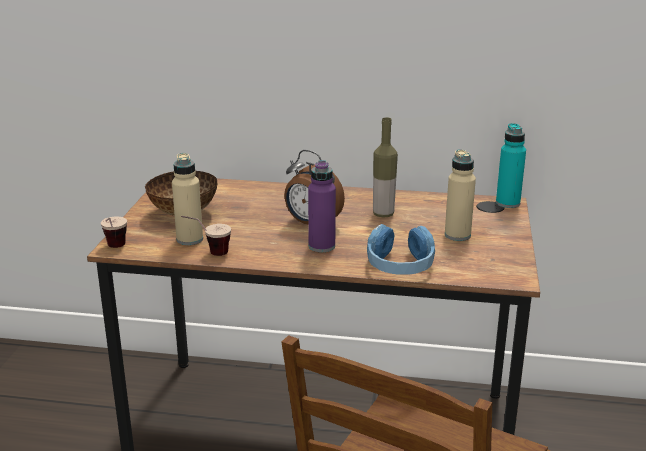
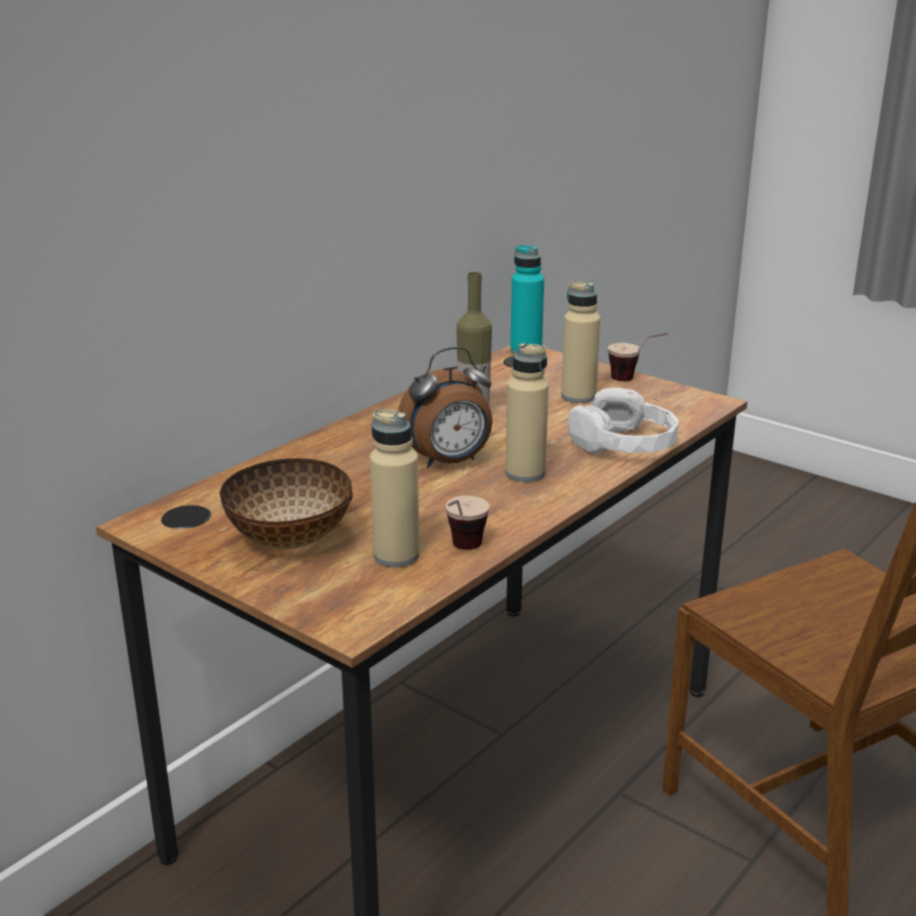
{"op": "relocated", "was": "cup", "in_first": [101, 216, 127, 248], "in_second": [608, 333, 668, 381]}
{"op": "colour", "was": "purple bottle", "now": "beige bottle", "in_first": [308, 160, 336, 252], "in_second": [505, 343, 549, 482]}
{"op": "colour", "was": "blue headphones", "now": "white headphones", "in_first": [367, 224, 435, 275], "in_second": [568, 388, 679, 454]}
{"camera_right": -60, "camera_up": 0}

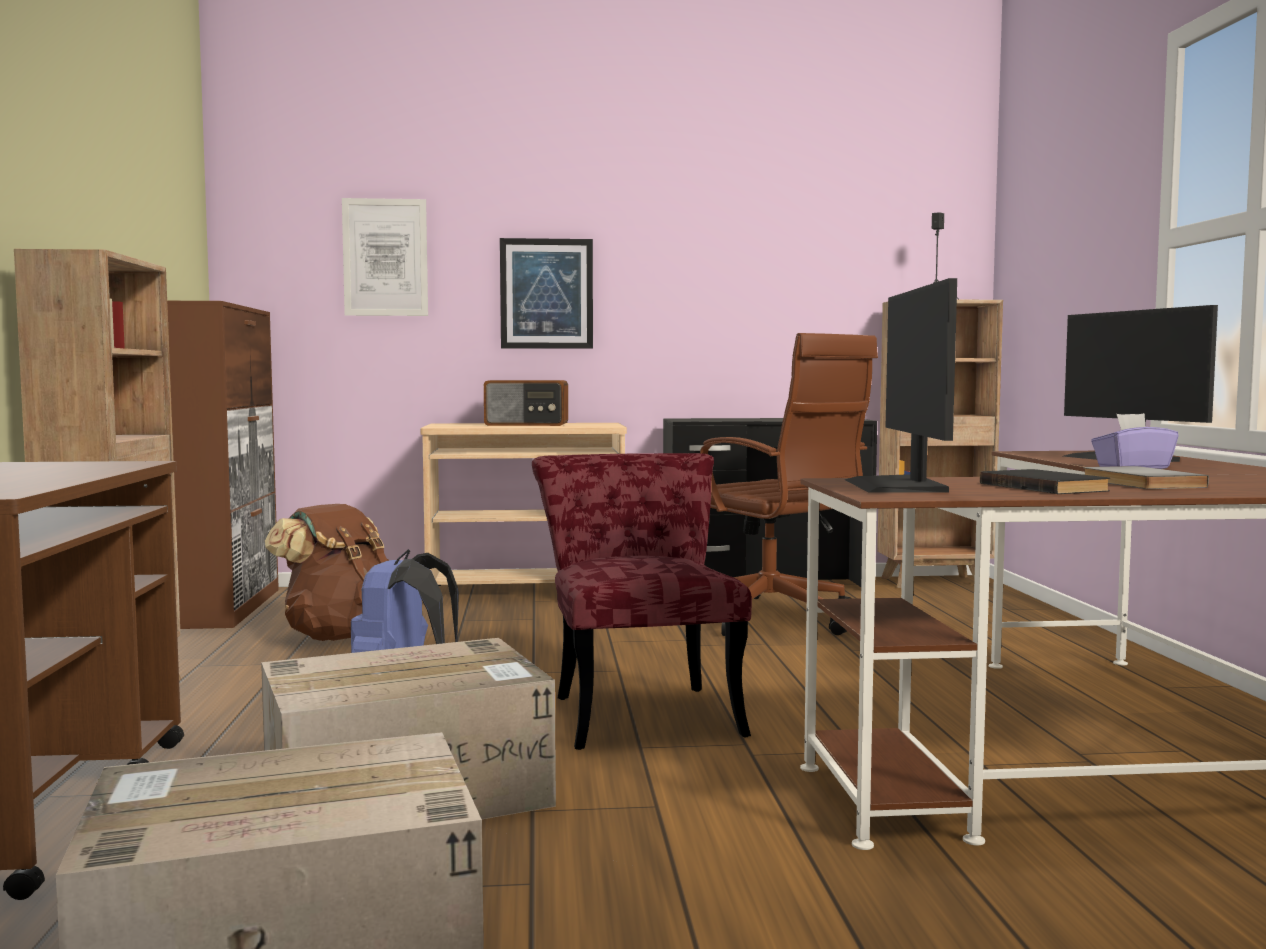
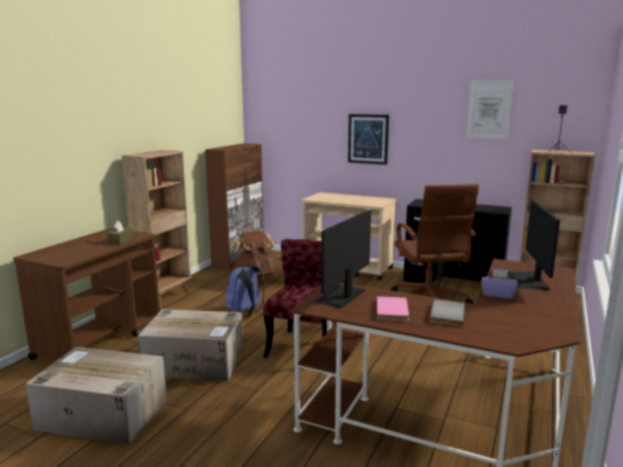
{"op": "relocated", "was": "picture", "in_first": [342, 198, 428, 316], "in_second": [466, 80, 513, 139]}
{"op": "missing", "was": "radio", "in_first": [484, 380, 568, 426]}
{"op": "colour", "was": "black book", "now": "pink book", "in_first": [980, 469, 1110, 494], "in_second": [377, 296, 409, 321]}
{"op": "appeared", "now": "brown tissue box", "in_second": [107, 221, 133, 245]}
{"camera_right": 30, "camera_up": 10}

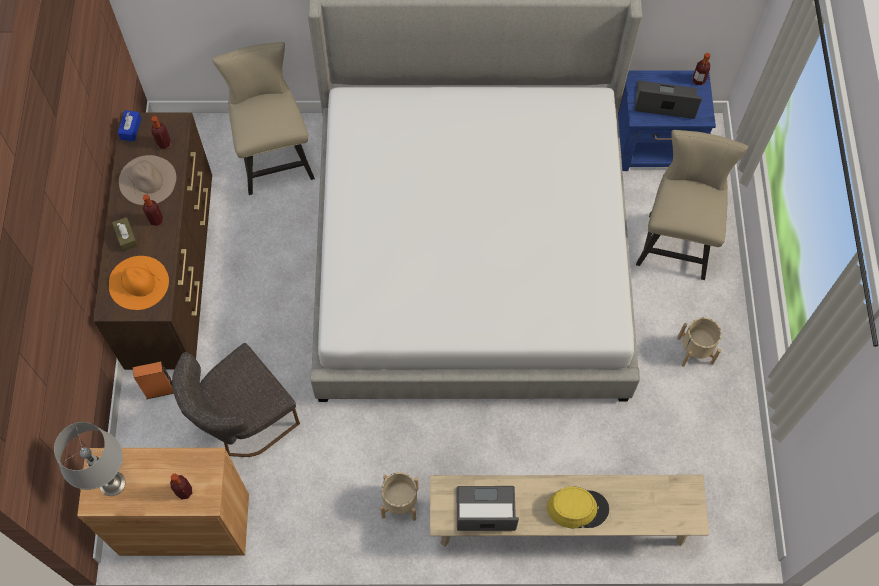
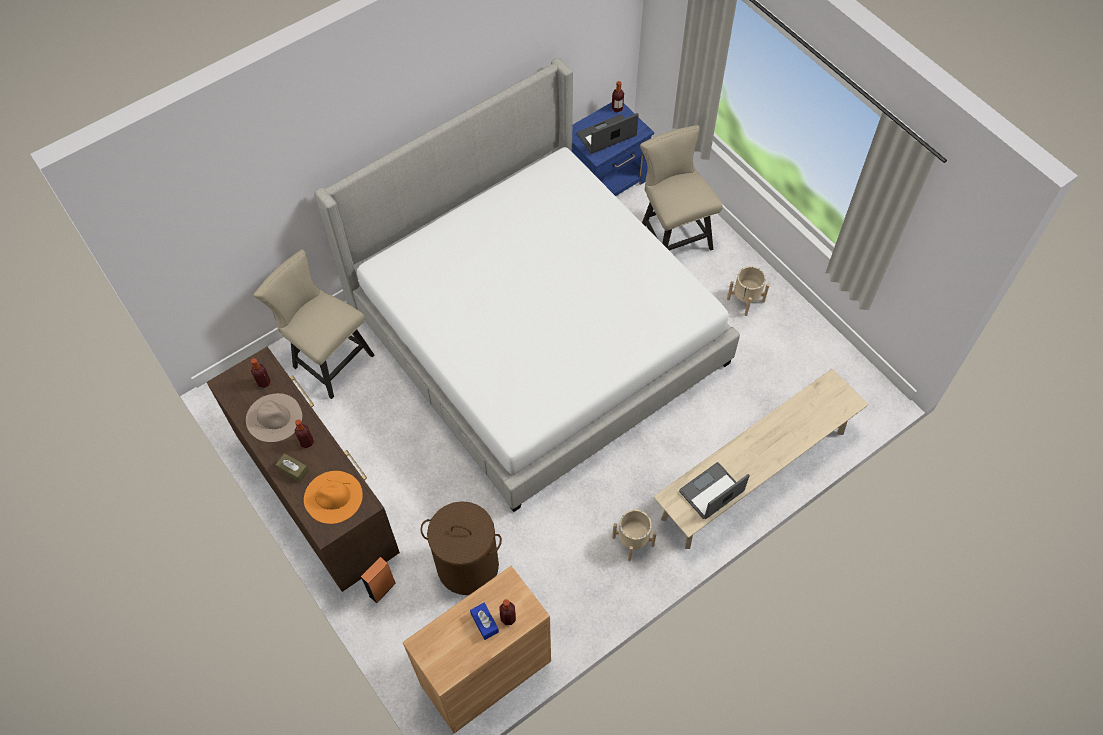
{"op": "missing", "was": "grey table lamp", "in_first": [54, 422, 125, 496]}
{"op": "relocated", "was": "blue tissue box", "in_first": [118, 110, 141, 141], "in_second": [470, 603, 499, 640]}
{"op": "exchanged", "was": "grey chair", "now": "brown laundry basket", "in_first": [172, 343, 300, 457], "in_second": [421, 501, 502, 595]}
{"op": "missing", "was": "yellow hat", "in_first": [547, 486, 609, 529]}
{"camera_right": -35, "camera_up": -5}

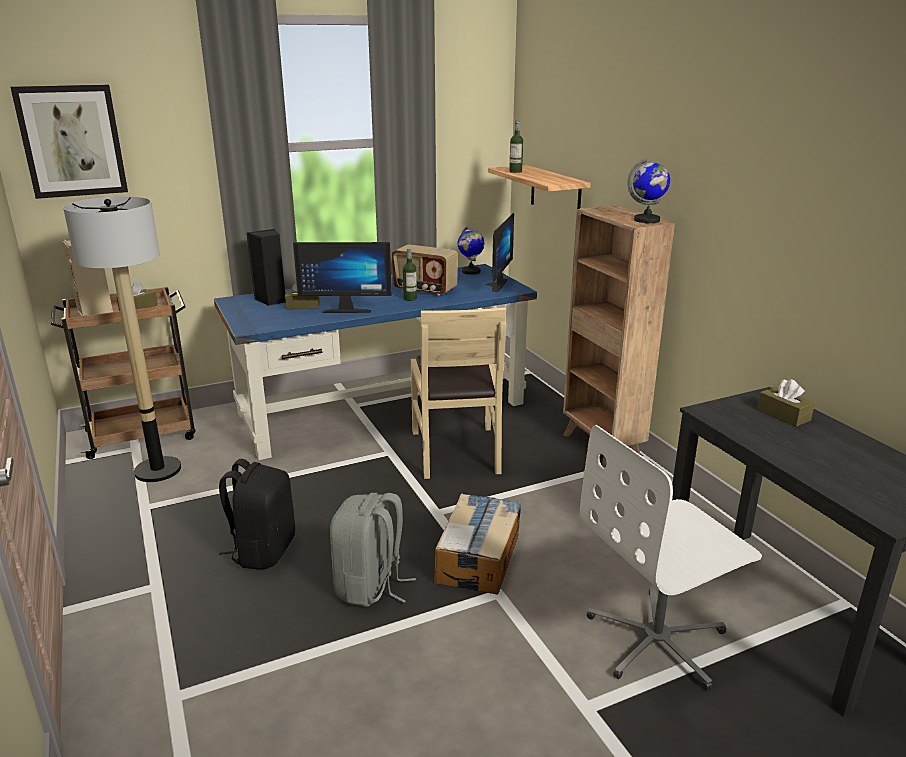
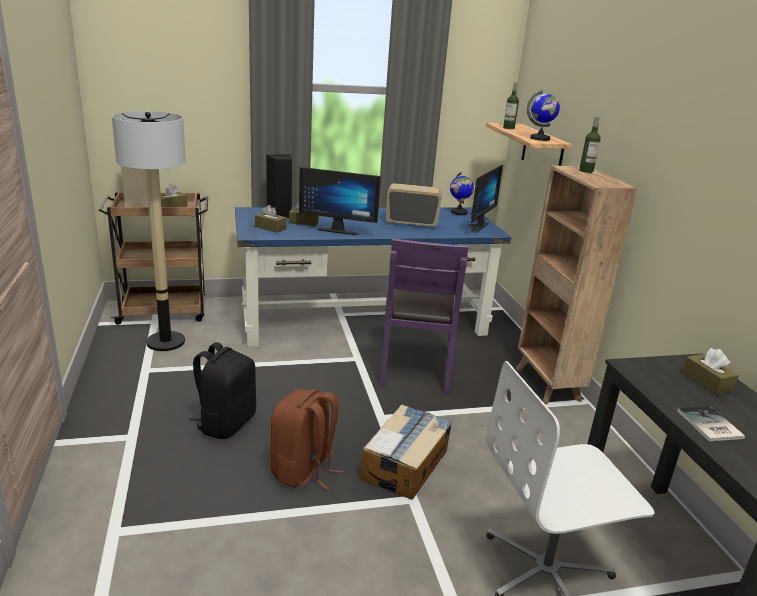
{"op": "missing", "was": "picture", "in_first": [10, 84, 128, 199]}
{"op": "colour", "was": "grey backpack", "now": "brown backpack", "in_first": [330, 493, 416, 607], "in_second": [270, 389, 344, 491]}
{"op": "spun", "was": "radio", "in_first": [392, 244, 458, 296], "in_second": [386, 183, 442, 227], "clockwise": 150}
{"op": "relocated", "was": "bottle", "in_first": [403, 248, 417, 301], "in_second": [579, 116, 601, 173]}
{"op": "colour", "was": "beige chair", "now": "purple chair", "in_first": [411, 307, 506, 479], "in_second": [380, 238, 469, 394]}
{"op": "relocated", "was": "globe", "in_first": [627, 158, 670, 223], "in_second": [527, 89, 560, 141]}
{"op": "appeared", "now": "brown tissue box", "in_second": [255, 205, 287, 233]}
{"op": "appeared", "now": "book", "in_second": [677, 406, 745, 441]}
{"camera_right": 10, "camera_up": 0}

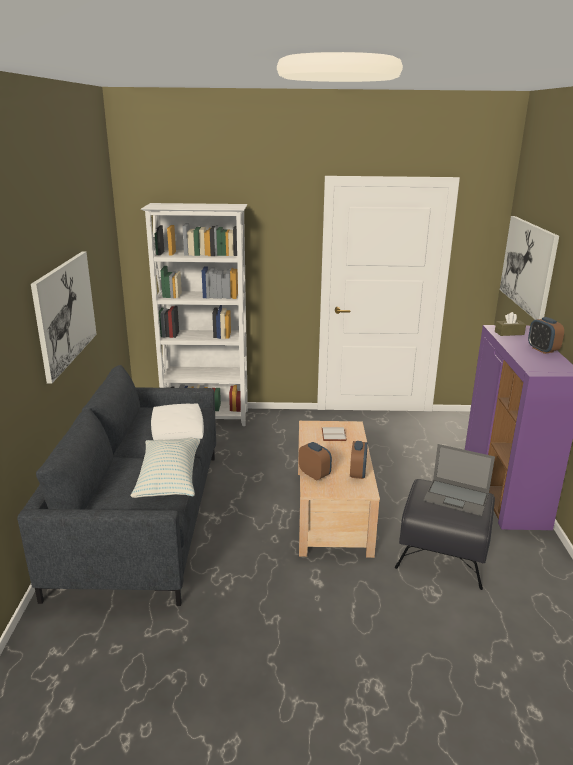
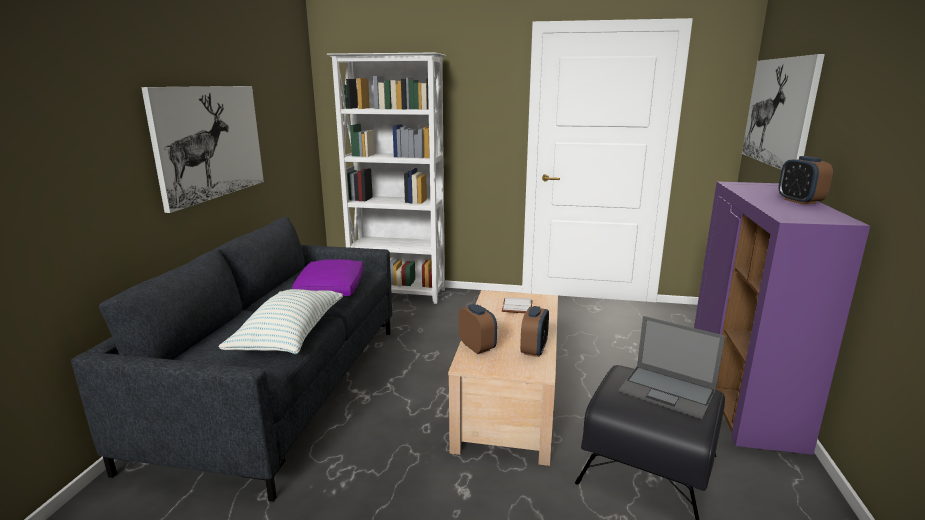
{"op": "colour", "was": "white pillow", "now": "purple pillow", "in_first": [151, 403, 204, 440], "in_second": [292, 259, 363, 296]}
{"op": "missing", "was": "brown tissue box", "in_first": [495, 312, 526, 336]}
{"camera_right": 10, "camera_up": -5}

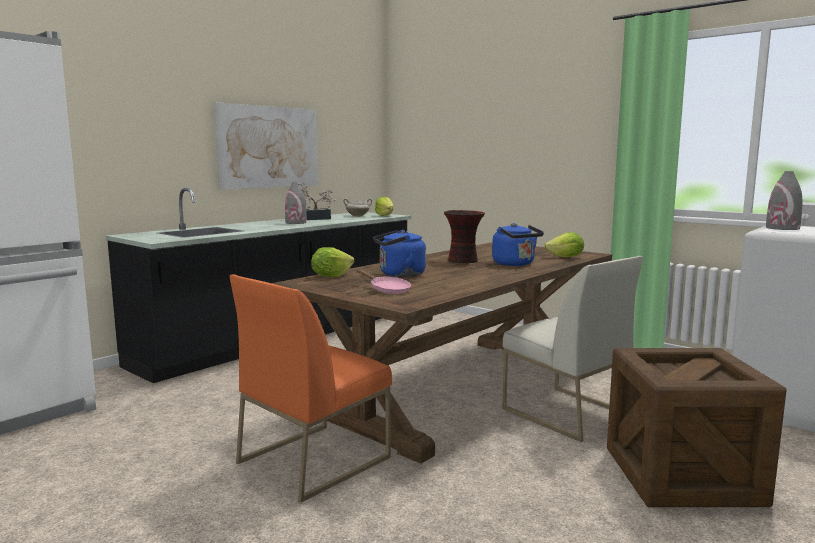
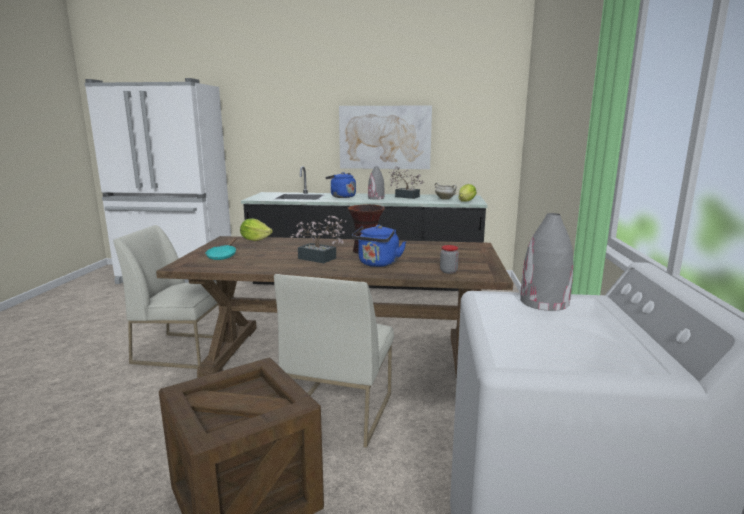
{"op": "colour", "was": "orange chair", "now": "white chair", "in_first": [229, 274, 392, 503], "in_second": [113, 225, 218, 369]}
{"op": "colour", "was": "pink frying pan", "now": "turquoise frying pan", "in_first": [357, 269, 411, 294], "in_second": [206, 237, 237, 260]}
{"op": "relocated", "was": "blue kettle", "in_first": [373, 230, 426, 277], "in_second": [325, 172, 356, 198]}
{"op": "exchanged", "was": "lettuce", "now": "jar", "in_first": [544, 232, 584, 257], "in_second": [440, 245, 459, 274]}
{"op": "appeared", "now": "potted plant", "in_second": [290, 215, 347, 263]}
{"camera_right": 55, "camera_up": 5}

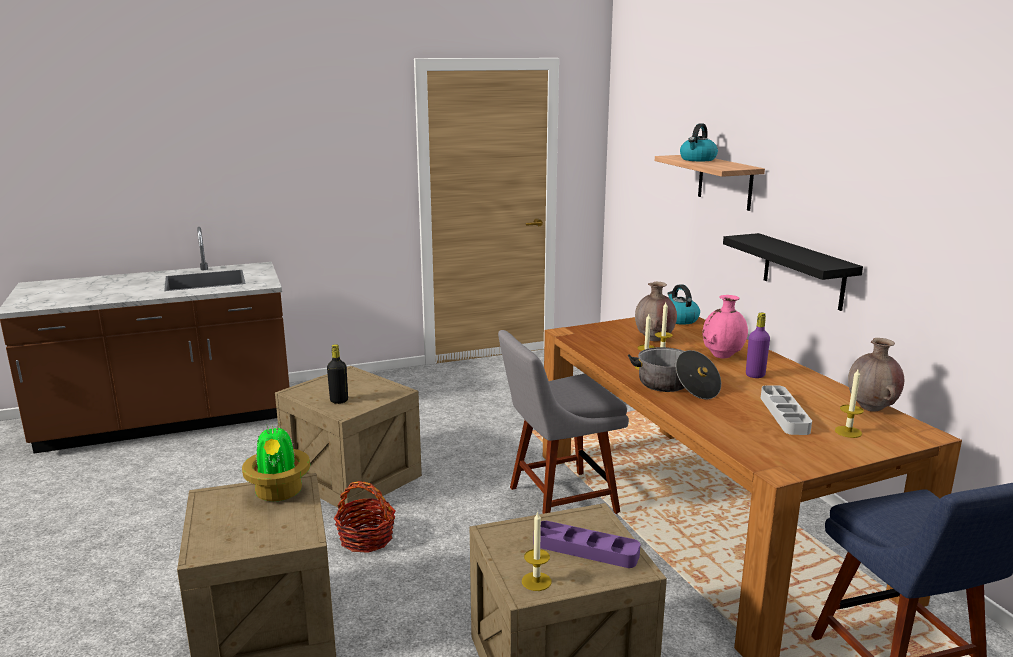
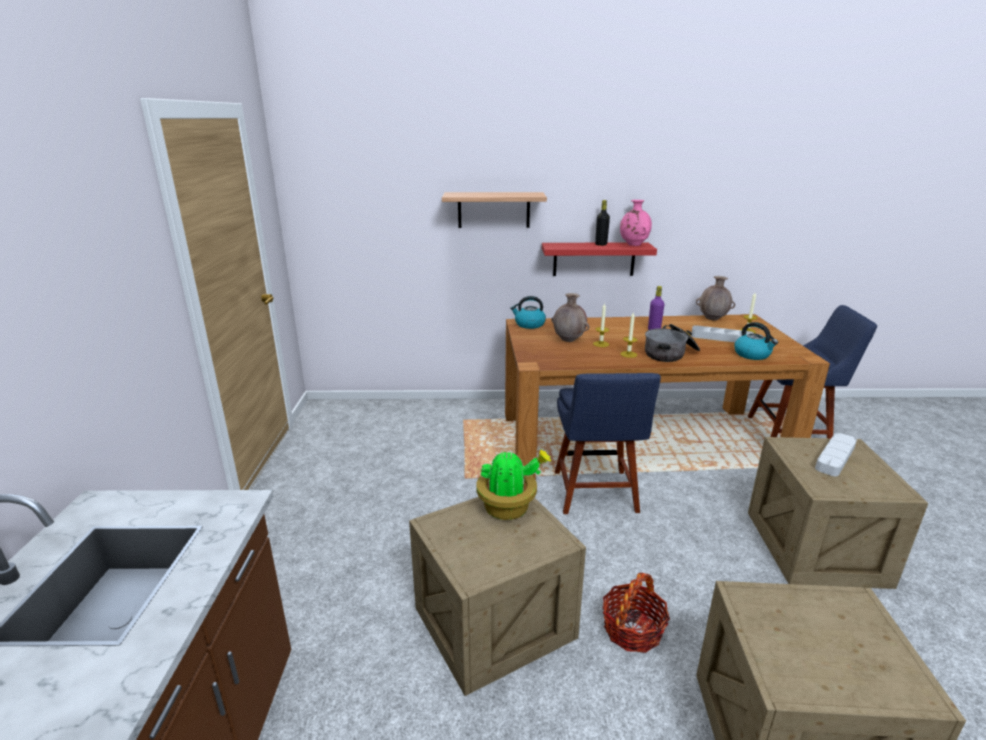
{"op": "relocated", "was": "potted plant", "in_first": [242, 423, 310, 501], "in_second": [476, 450, 552, 520]}
{"op": "relocated", "was": "black bottle", "in_first": [327, 344, 348, 404], "in_second": [595, 200, 610, 246]}
{"op": "colour", "was": "grey chair", "now": "blue chair", "in_first": [498, 330, 629, 514], "in_second": [555, 373, 661, 514]}
{"op": "missing", "was": "candle", "in_first": [522, 511, 551, 591]}
{"op": "colour", "was": "purple tray", "now": "grey tray", "in_first": [540, 521, 640, 568], "in_second": [815, 433, 857, 476]}
{"op": "relocated", "was": "kettle", "in_first": [680, 123, 718, 161], "in_second": [734, 322, 778, 360]}
{"op": "relocated", "was": "pink vase", "in_first": [703, 295, 748, 359], "in_second": [620, 200, 652, 246]}
{"op": "colour", "was": "black shelf", "now": "red shelf", "in_first": [723, 233, 863, 311], "in_second": [542, 243, 657, 276]}
{"camera_right": -70, "camera_up": 5}

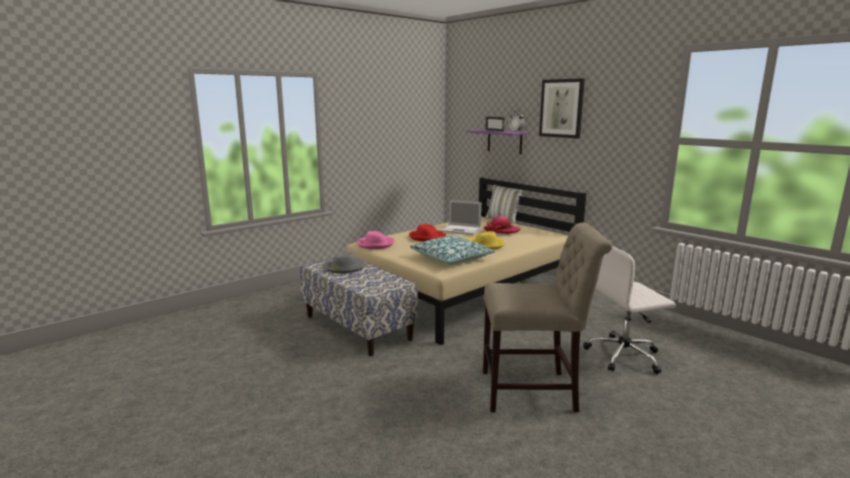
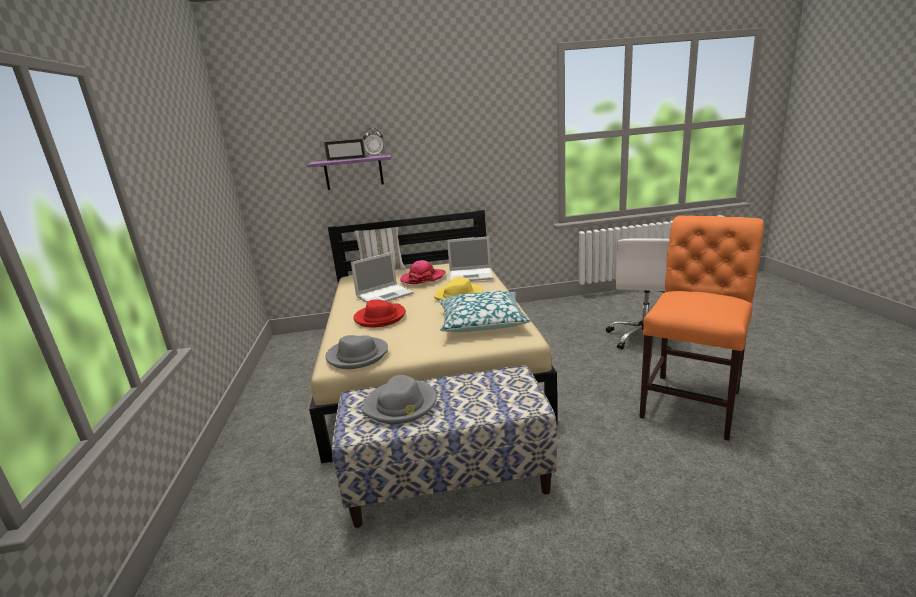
{"op": "colour", "was": "pink hat", "now": "grey hat", "in_first": [357, 231, 394, 249], "in_second": [325, 335, 388, 369]}
{"op": "colour", "was": "beige chair", "now": "orange chair", "in_first": [483, 223, 612, 412], "in_second": [639, 216, 764, 441]}
{"op": "missing", "was": "picture", "in_first": [539, 78, 585, 138]}
{"op": "appeared", "now": "laptop", "in_second": [447, 237, 493, 282]}
{"camera_right": -55, "camera_up": 5}

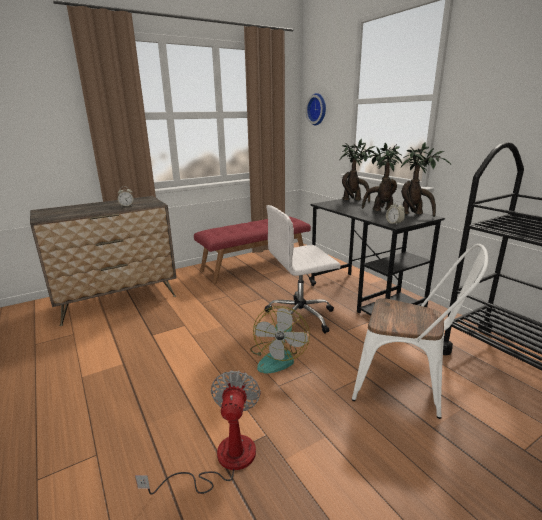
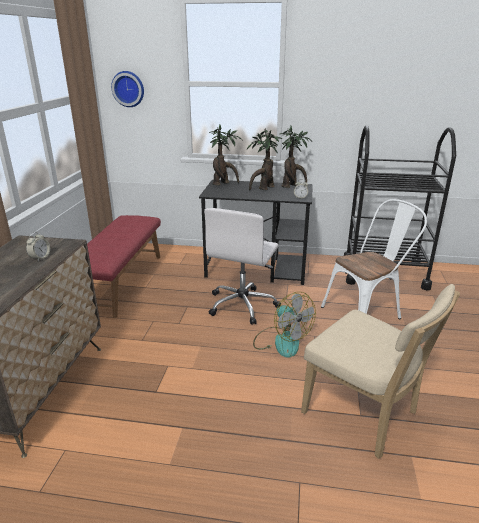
{"op": "exchanged", "was": "fan", "now": "beige chair", "in_first": [135, 370, 261, 495], "in_second": [301, 284, 460, 459]}
{"camera_right": -50, "camera_up": 5}

